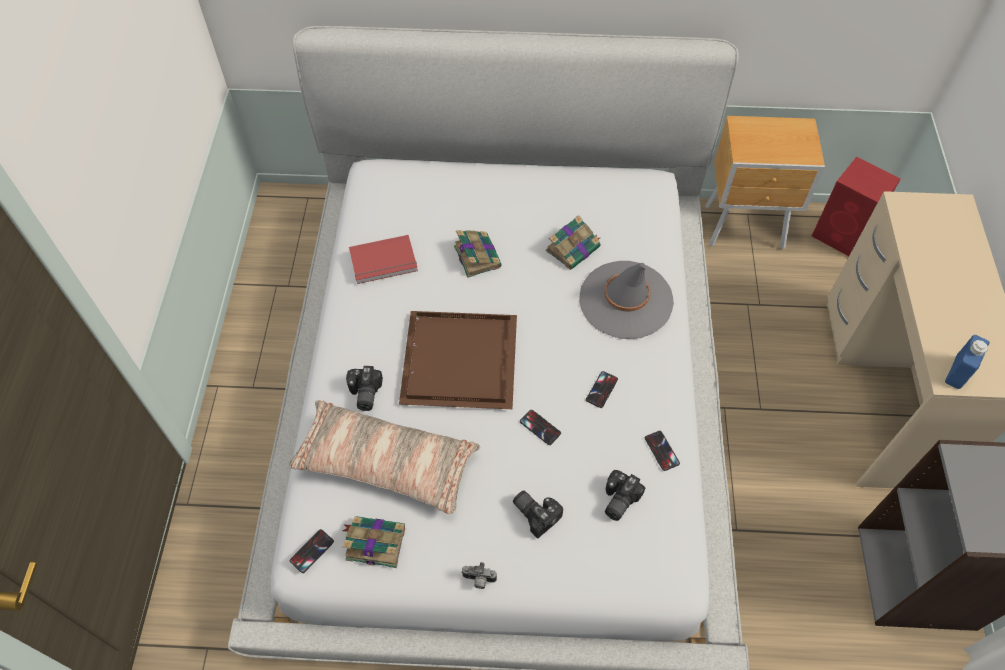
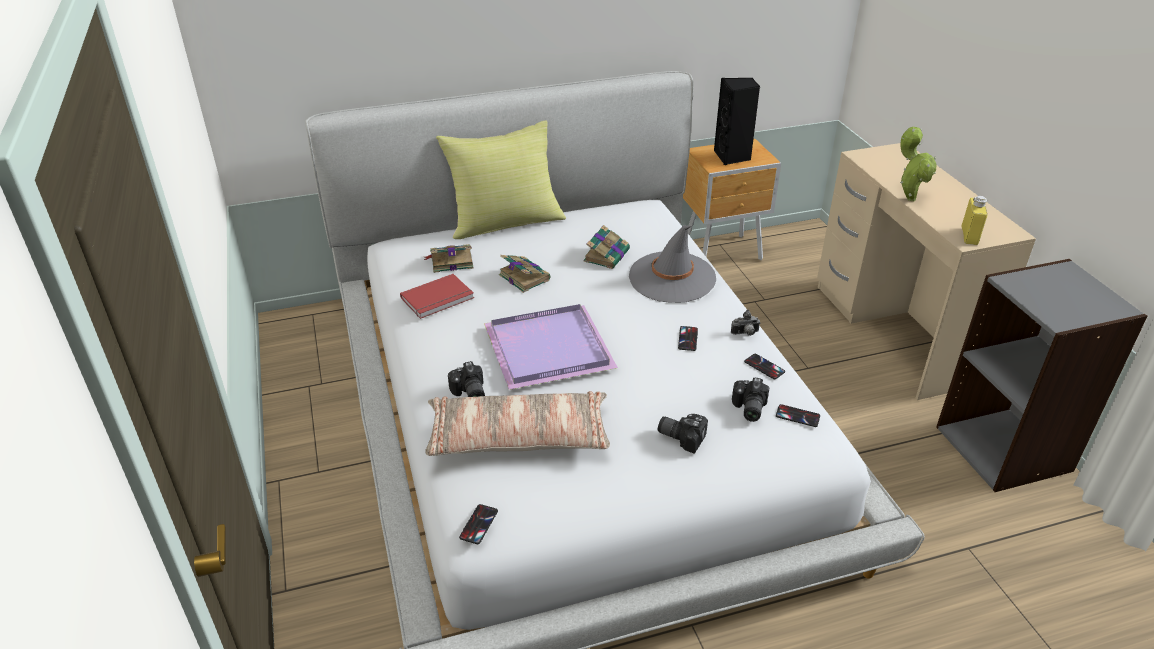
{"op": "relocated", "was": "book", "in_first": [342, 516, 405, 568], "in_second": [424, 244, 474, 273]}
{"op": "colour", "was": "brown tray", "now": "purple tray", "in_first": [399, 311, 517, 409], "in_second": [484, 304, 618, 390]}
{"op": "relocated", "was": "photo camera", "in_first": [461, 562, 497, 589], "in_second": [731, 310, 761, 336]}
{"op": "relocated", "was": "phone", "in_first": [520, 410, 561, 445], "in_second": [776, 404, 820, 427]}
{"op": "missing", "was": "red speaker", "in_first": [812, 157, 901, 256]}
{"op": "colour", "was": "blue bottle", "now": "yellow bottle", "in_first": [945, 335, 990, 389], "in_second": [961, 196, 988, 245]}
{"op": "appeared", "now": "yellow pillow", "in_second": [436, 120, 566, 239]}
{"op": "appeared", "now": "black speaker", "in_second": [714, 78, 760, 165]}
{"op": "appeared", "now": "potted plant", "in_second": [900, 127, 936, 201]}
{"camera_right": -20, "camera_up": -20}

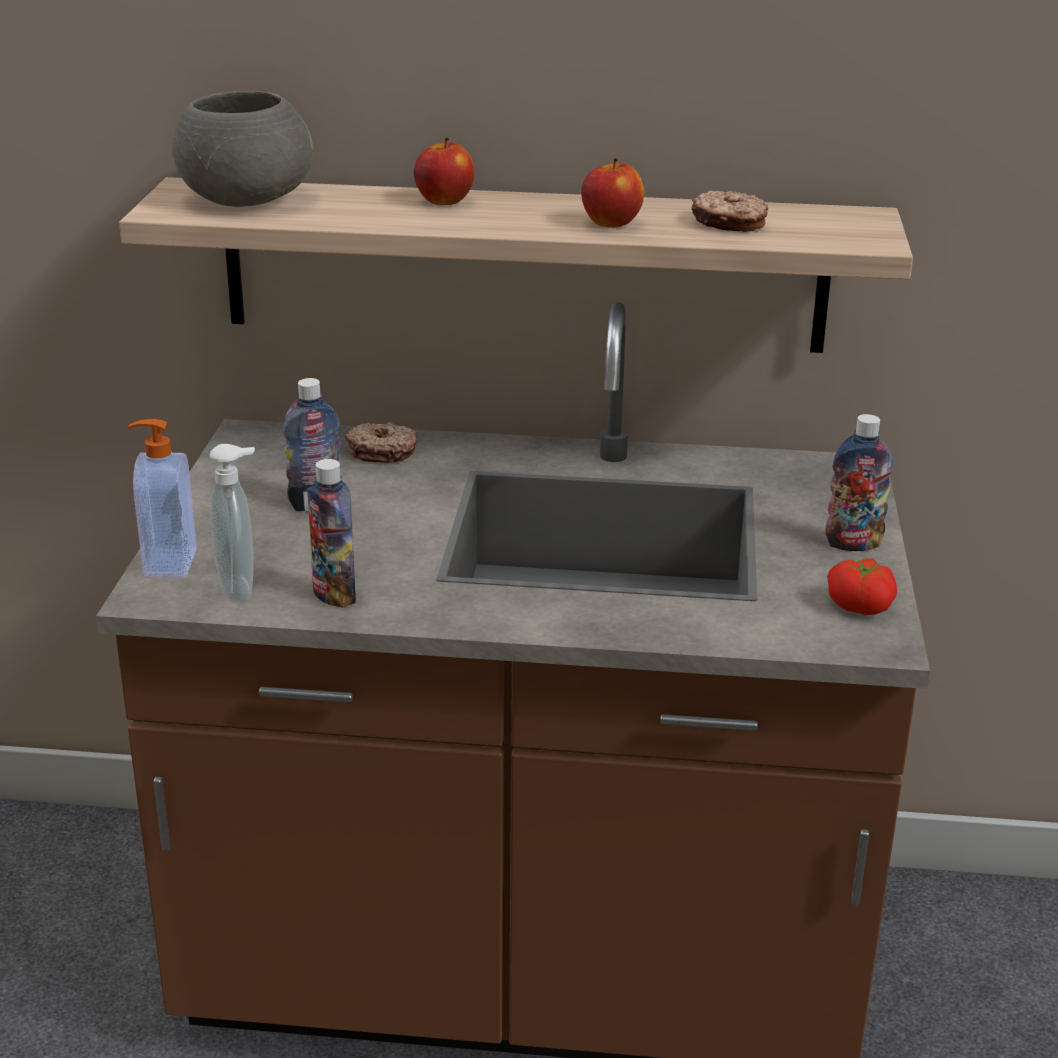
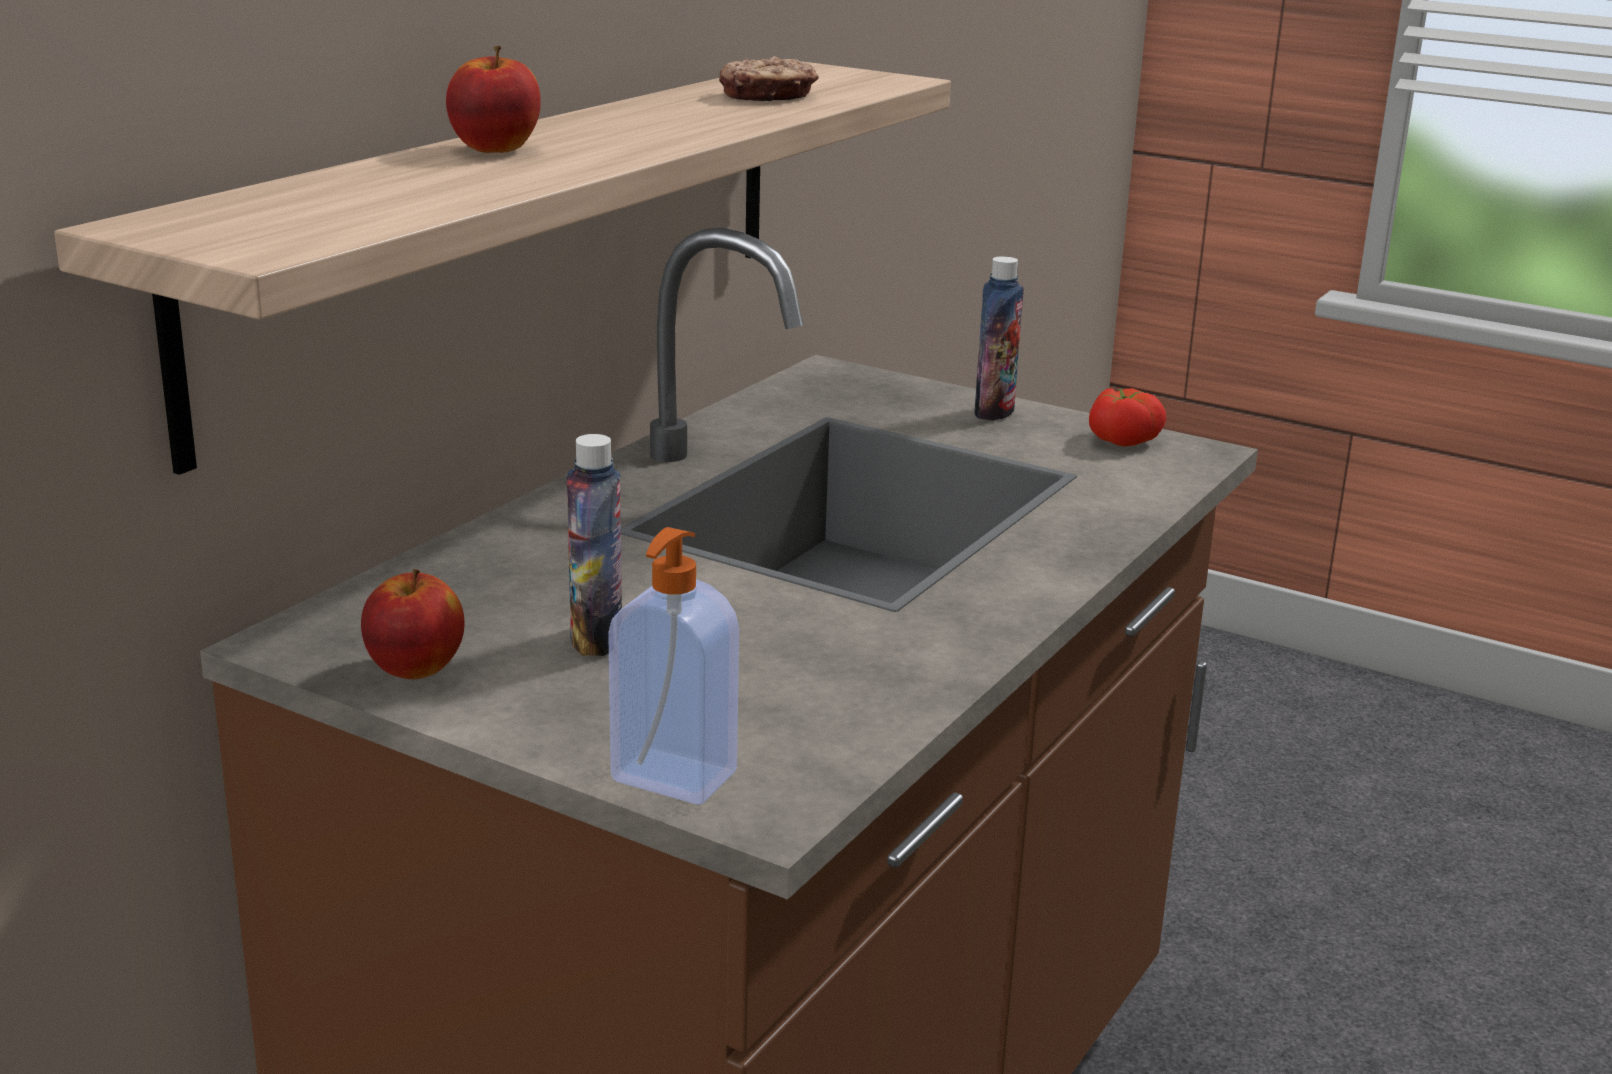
{"op": "missing", "was": "grey bowl", "in_first": [172, 91, 313, 207]}
{"op": "missing", "was": "soap dispenser", "in_first": [210, 444, 255, 602]}
{"op": "missing", "was": "bottle", "in_first": [307, 459, 356, 608]}
{"op": "missing", "was": "donut", "in_first": [345, 422, 417, 463]}
{"op": "relocated", "was": "apple", "in_first": [581, 158, 644, 228], "in_second": [361, 569, 465, 679]}
{"camera_right": -65, "camera_up": -5}

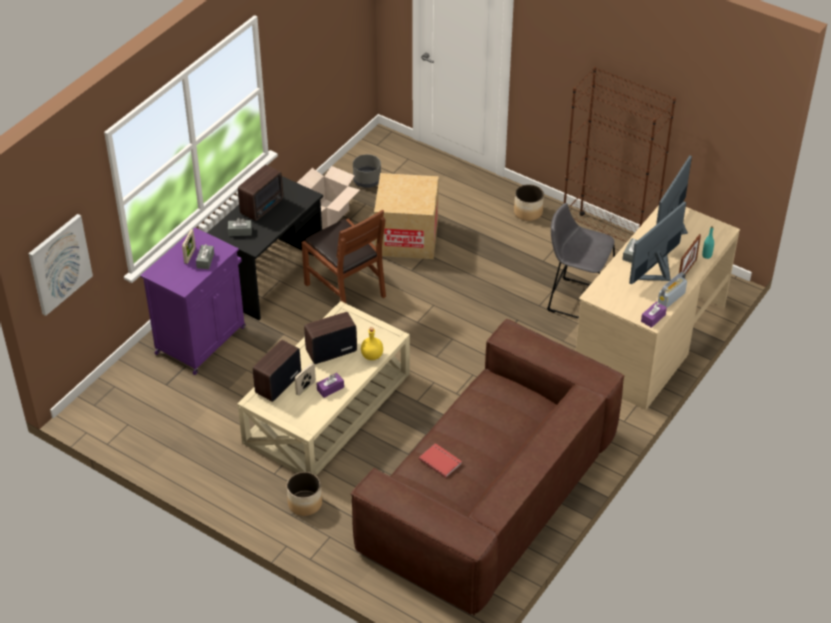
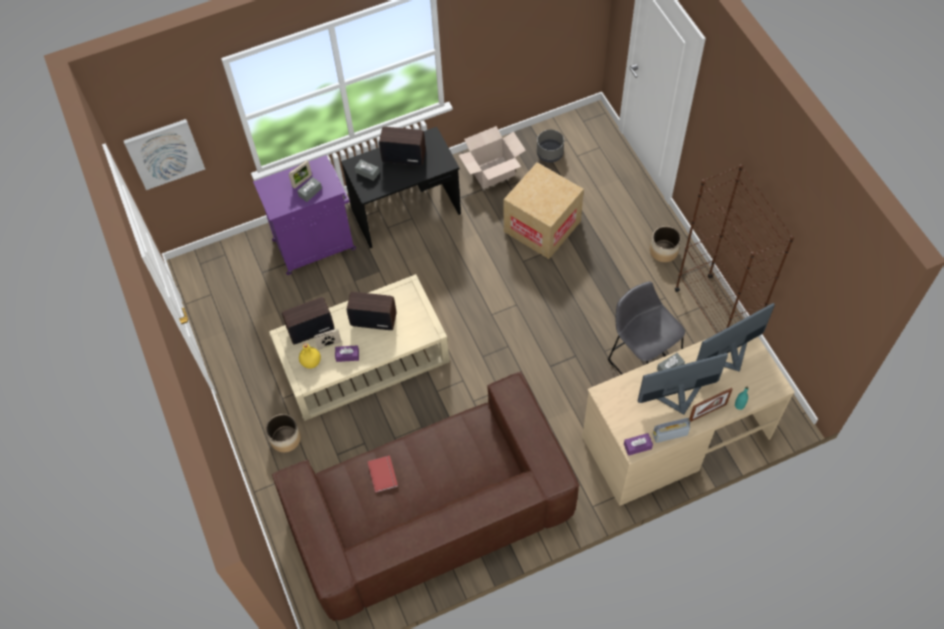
{"op": "spun", "was": "radio", "in_first": [238, 165, 283, 221], "in_second": [379, 127, 426, 166], "clockwise": -150}
{"op": "missing", "was": "brown chair", "in_first": [302, 210, 386, 303]}
{"op": "relocated", "was": "yellow bottle", "in_first": [361, 327, 383, 360], "in_second": [299, 343, 321, 369]}
{"camera_right": 35, "camera_up": 15}

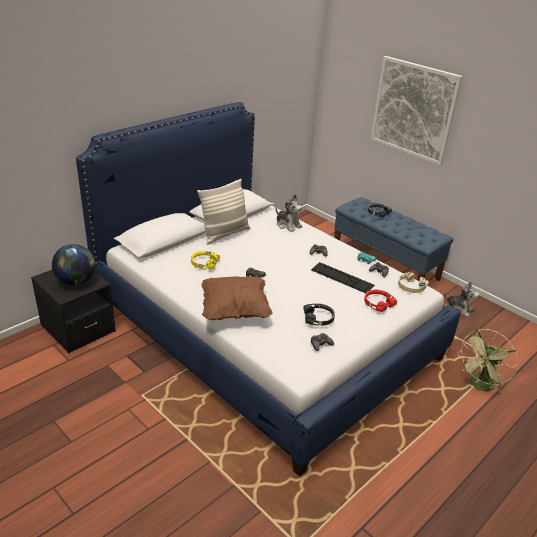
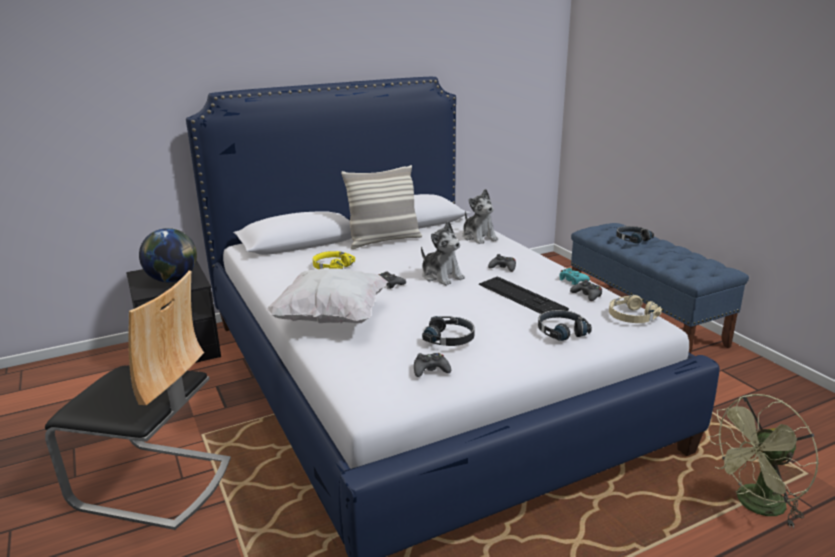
{"op": "colour", "was": "brown pillow", "now": "white pillow", "in_first": [201, 276, 273, 320], "in_second": [267, 268, 388, 323]}
{"op": "colour", "was": "red headphones", "now": "black headphones", "in_first": [364, 290, 397, 312], "in_second": [538, 310, 592, 341]}
{"op": "missing", "was": "picture", "in_first": [371, 56, 463, 165]}
{"op": "relocated", "was": "plush toy", "in_first": [444, 281, 479, 317], "in_second": [421, 221, 465, 286]}
{"op": "appeared", "now": "chair", "in_second": [45, 271, 231, 530]}
{"camera_right": 20, "camera_up": -10}

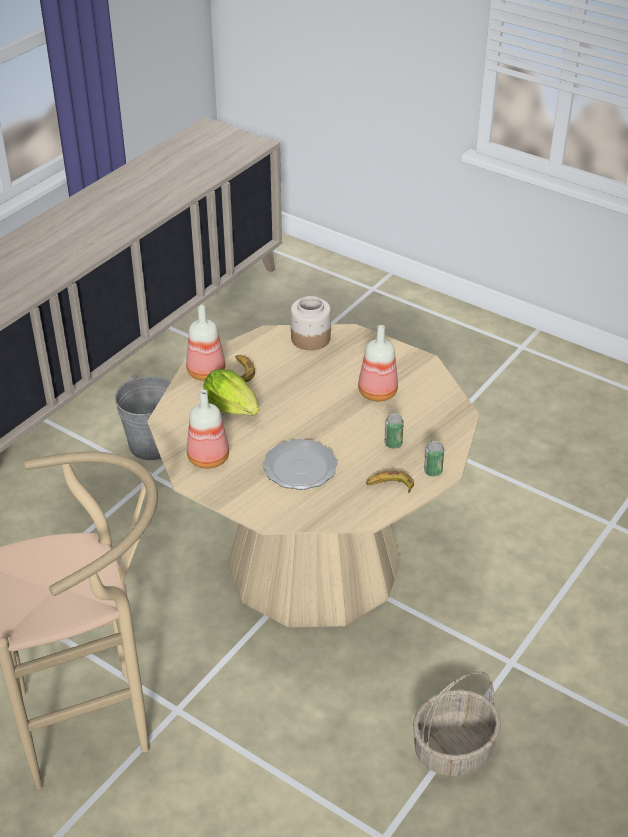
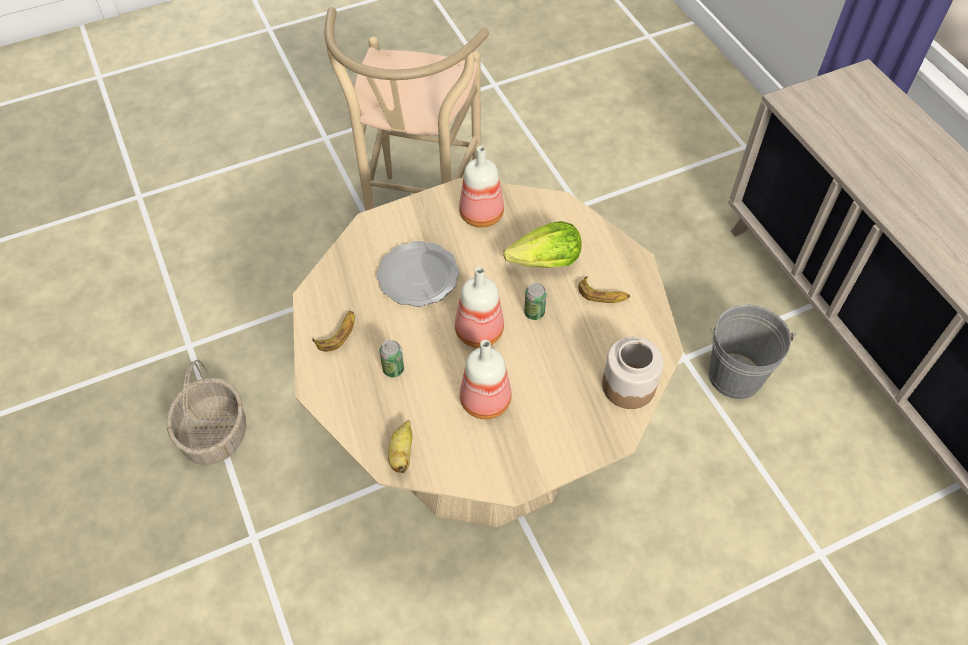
{"op": "relocated", "was": "bottle", "in_first": [186, 305, 225, 381], "in_second": [455, 267, 504, 348]}
{"op": "relocated", "was": "can", "in_first": [424, 441, 444, 477], "in_second": [524, 283, 547, 320]}
{"op": "appeared", "now": "banana", "in_second": [388, 420, 413, 473]}
{"camera_right": 120, "camera_up": 15}

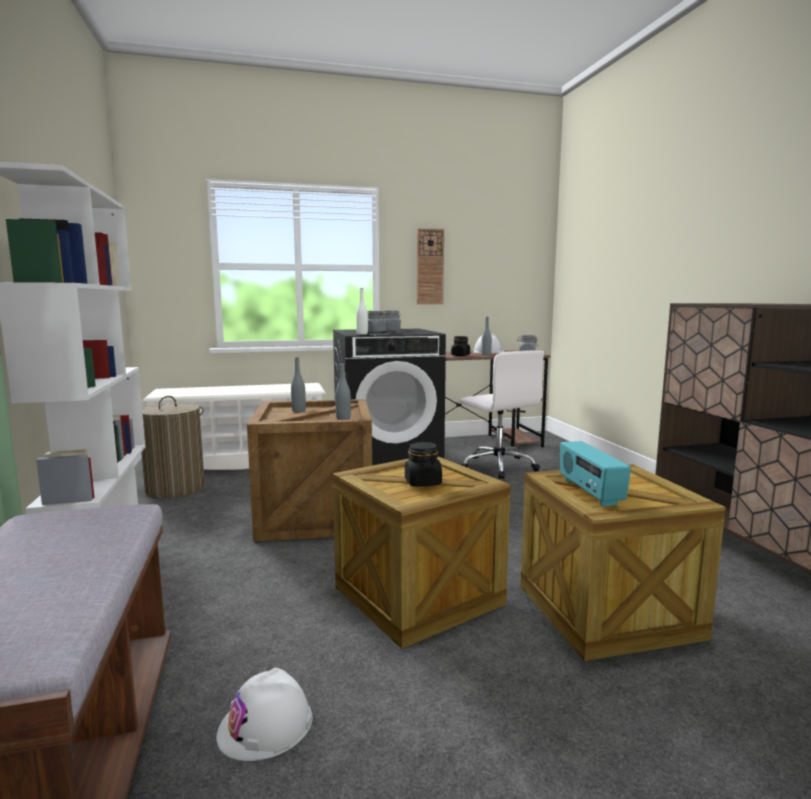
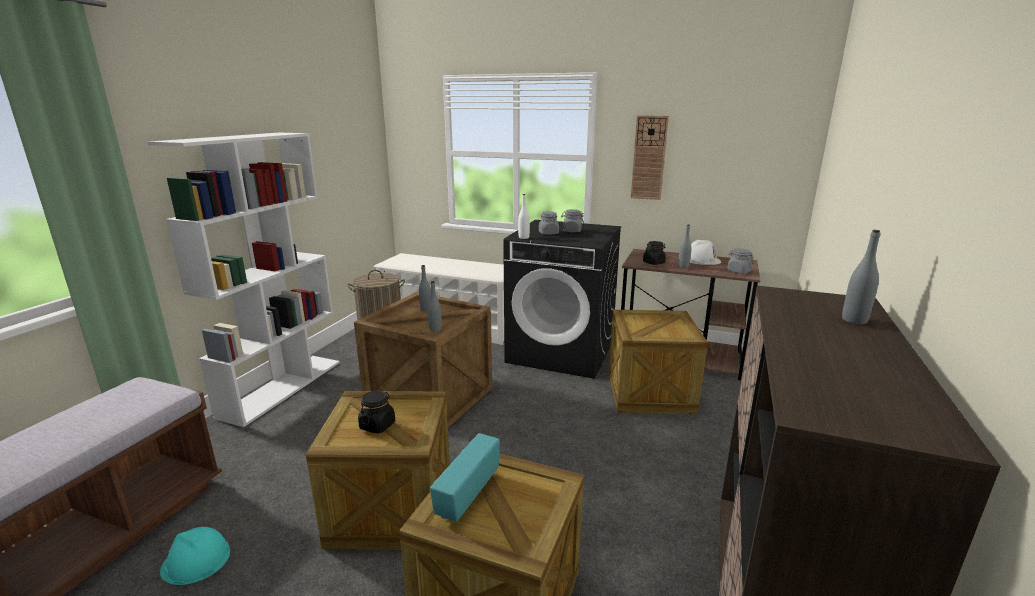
{"op": "colour", "was": "white hard hat", "now": "turquoise hard hat", "in_first": [216, 668, 313, 761], "in_second": [160, 527, 230, 585]}
{"op": "exchanged", "was": "white office chair", "now": "crate", "in_first": [459, 350, 544, 479], "in_second": [609, 310, 708, 414]}
{"op": "appeared", "now": "grey bottle", "in_second": [842, 230, 880, 325]}
{"camera_right": 35, "camera_up": 10}

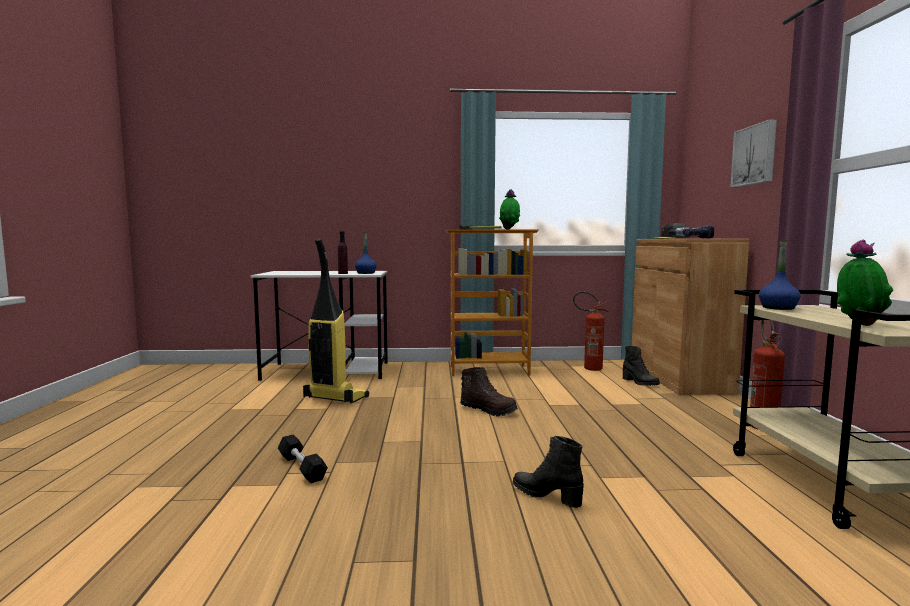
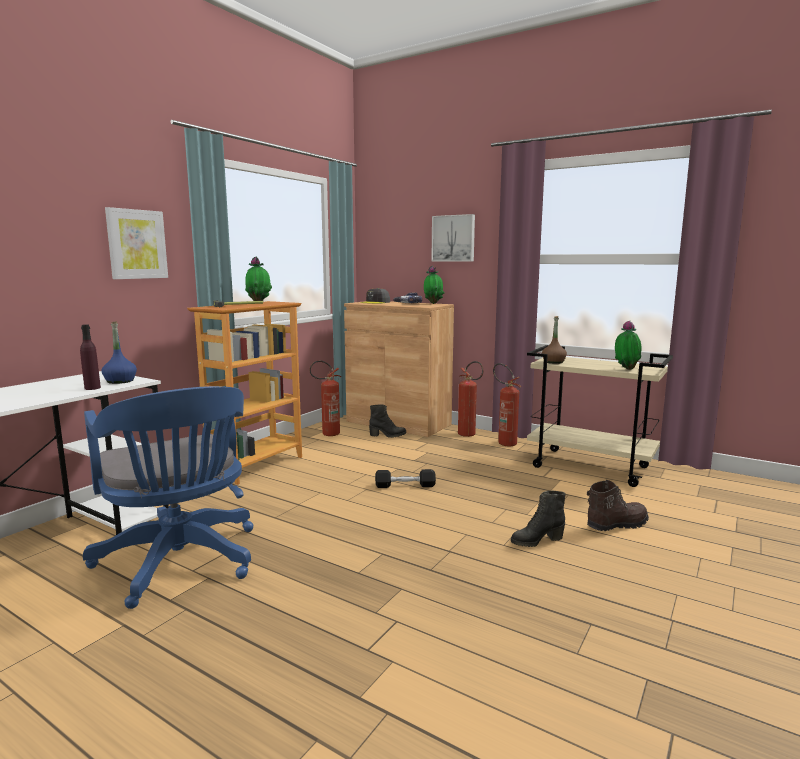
{"op": "relocated", "was": "black dumbbell", "in_first": [278, 435, 328, 483], "in_second": [375, 469, 436, 488]}
{"op": "exchanged", "was": "vacuum cleaner", "now": "blue office chair", "in_first": [303, 238, 369, 403], "in_second": [83, 386, 253, 609]}
{"op": "relocated", "was": "brown boot", "in_first": [460, 367, 518, 416], "in_second": [587, 480, 649, 531]}
{"op": "colour", "was": "blue bottle", "now": "brown bottle", "in_first": [759, 240, 801, 310], "in_second": [542, 316, 567, 364]}
{"op": "appeared", "now": "picture", "in_second": [105, 207, 168, 279]}
{"op": "appeared", "now": "potted plant", "in_second": [424, 266, 444, 304]}
{"op": "appeared", "now": "fire extinguisher", "in_second": [458, 361, 484, 437]}
{"camera_right": -55, "camera_up": 5}

